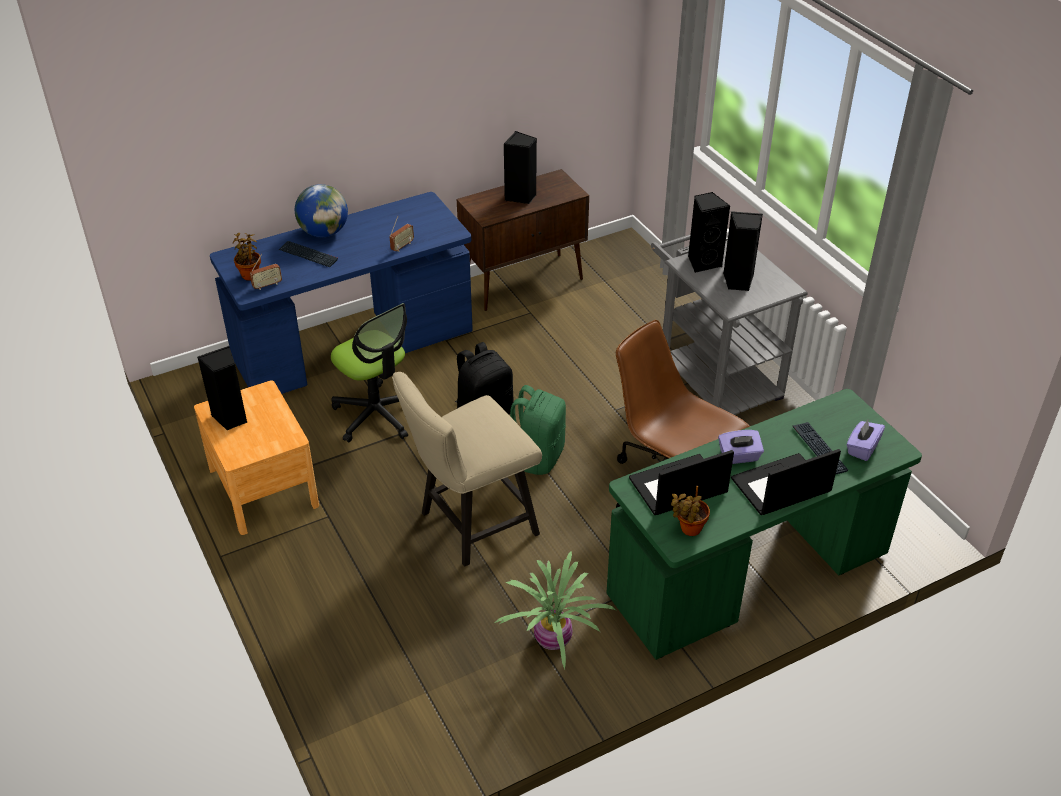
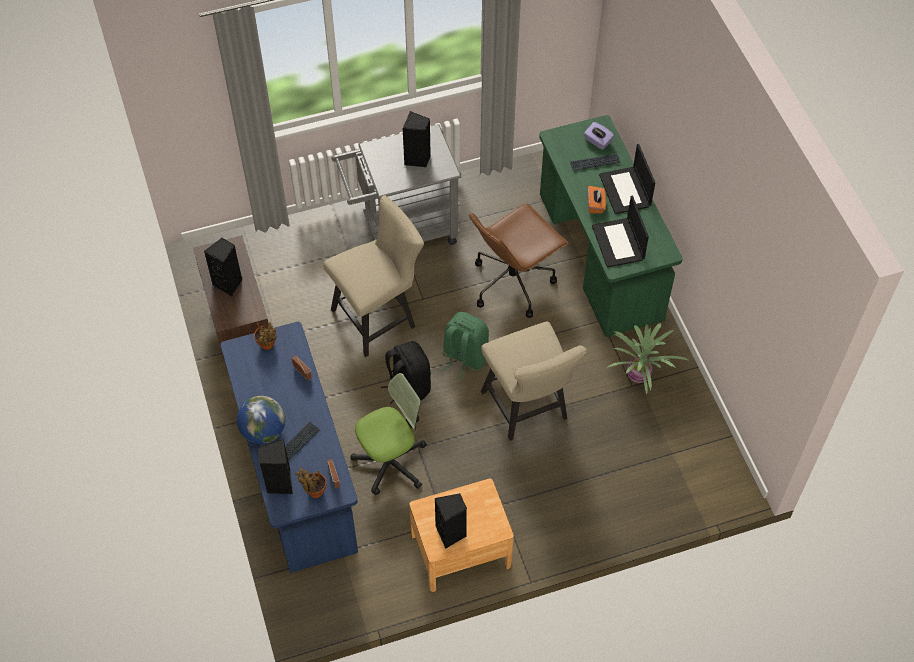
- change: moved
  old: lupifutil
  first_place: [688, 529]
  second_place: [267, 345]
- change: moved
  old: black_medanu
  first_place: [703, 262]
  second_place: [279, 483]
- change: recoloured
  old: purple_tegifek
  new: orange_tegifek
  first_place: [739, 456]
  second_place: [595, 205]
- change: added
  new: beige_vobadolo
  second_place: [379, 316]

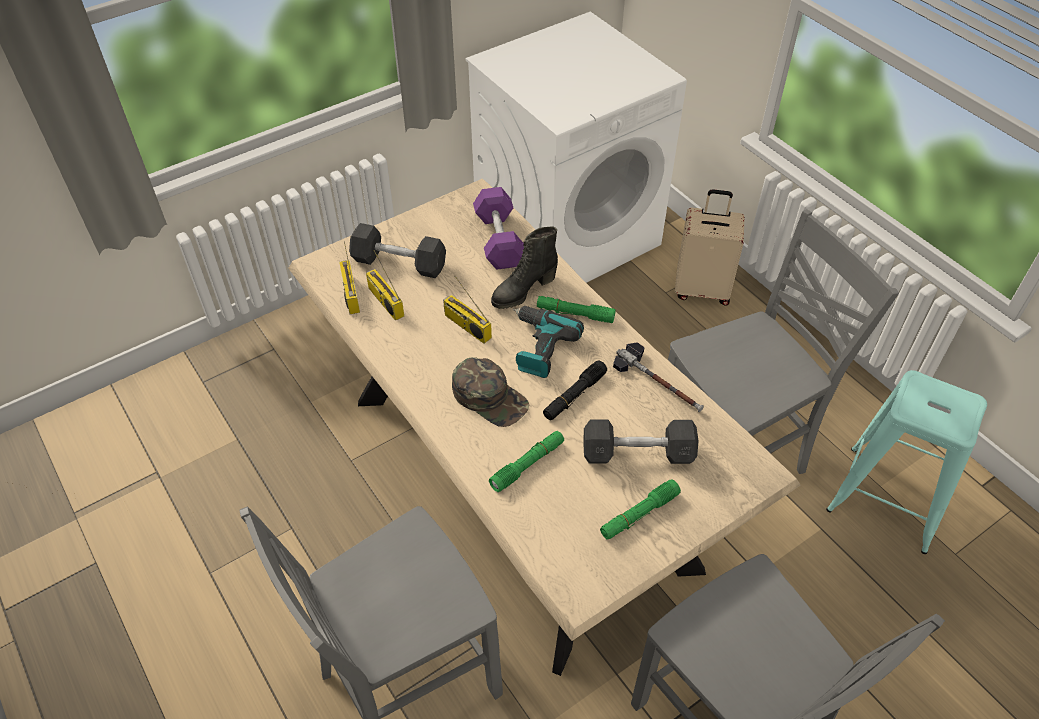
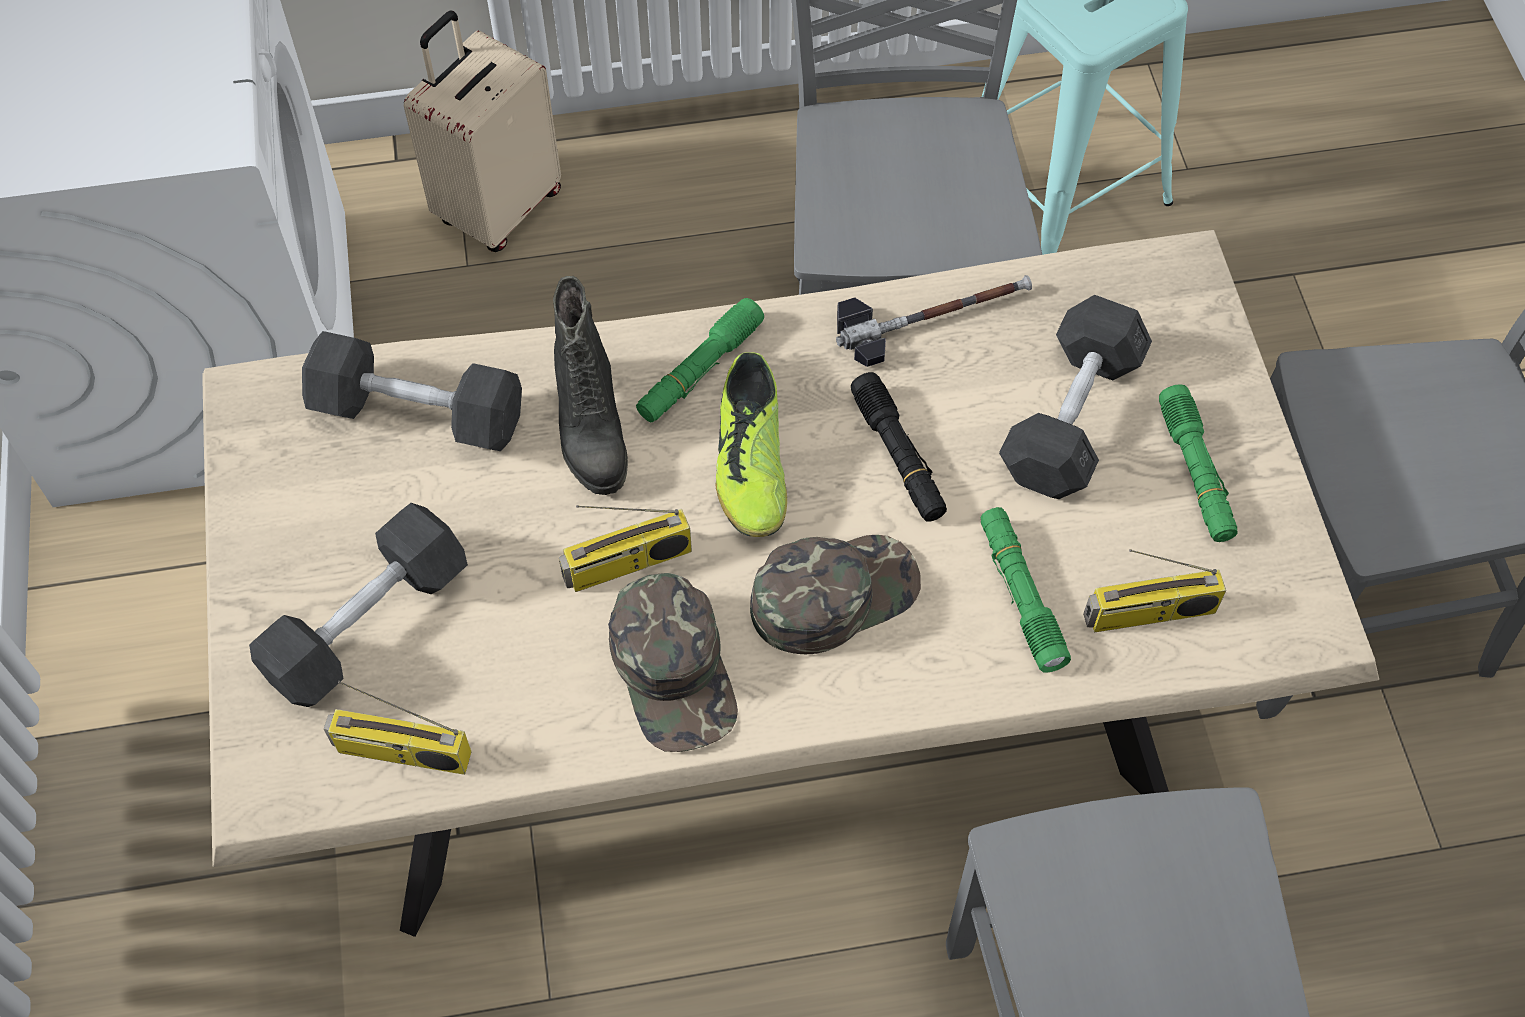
- change: moved
  old: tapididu
  first_place: [384, 301]
  second_place: [1148, 614]
- change: recoloured
  old: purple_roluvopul
  new: grey_roluvopul
  first_place: [499, 240]
  second_place: [418, 413]
- change: replaced
  old: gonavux
  new: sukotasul
  first_place: [538, 347]
  second_place: [750, 463]
- change: added
  new: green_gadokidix
  second_place: [675, 670]

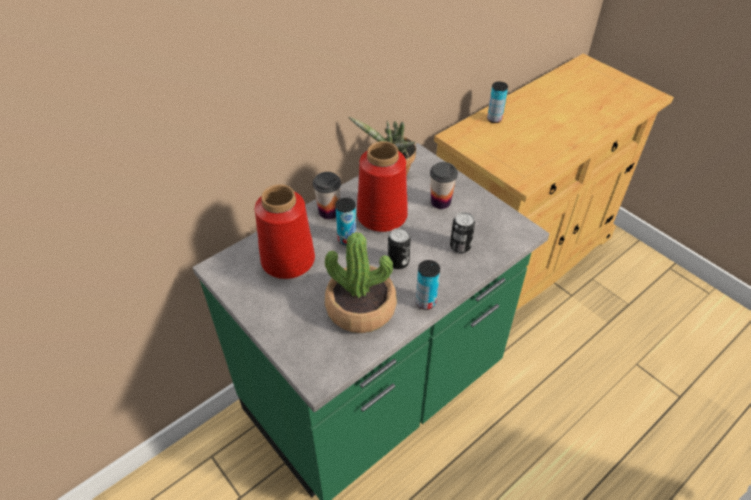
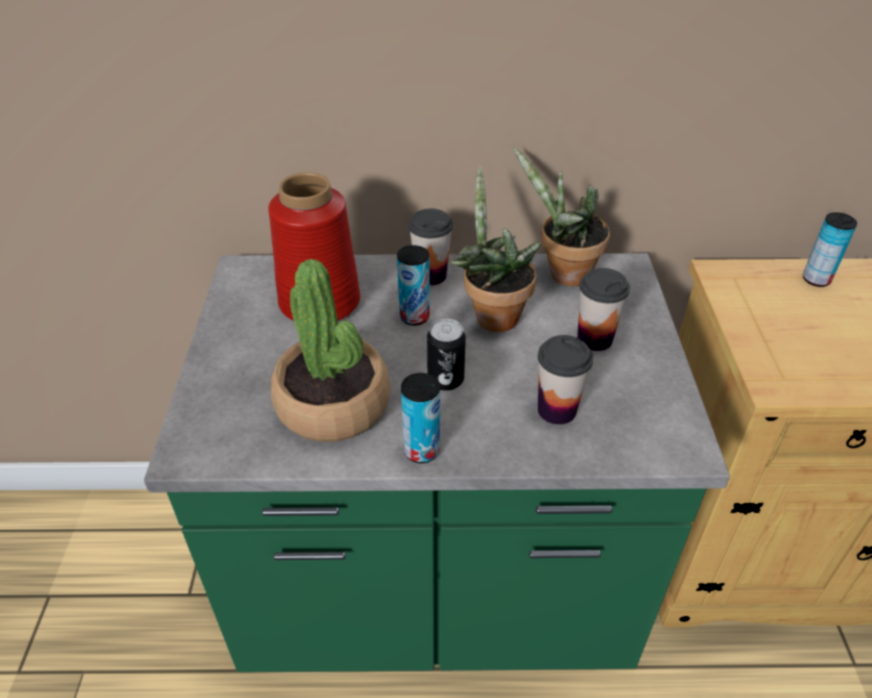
- change: replaced
  old: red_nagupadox
  new: lupifutil
  first_place: [382, 216]
  second_place: [492, 315]
- change: replaced
  old: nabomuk
  new: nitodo
  first_place: [460, 246]
  second_place: [556, 410]

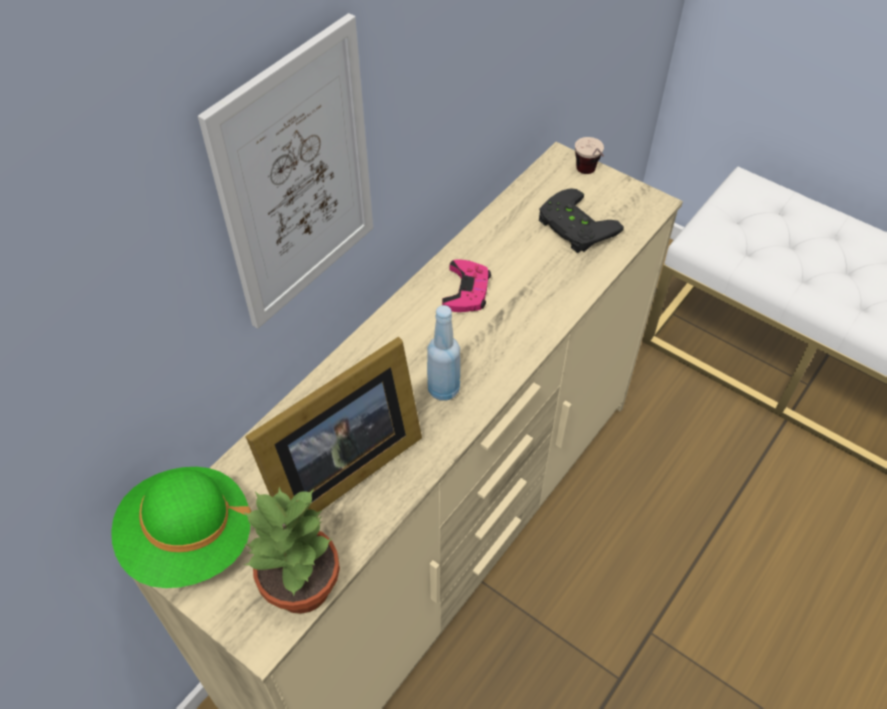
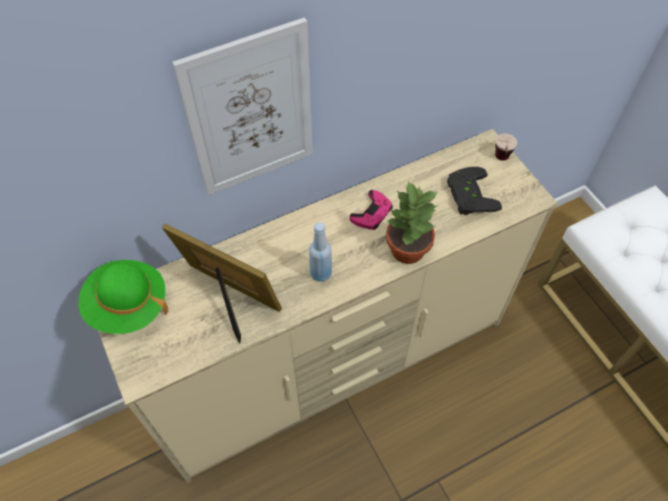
- change: moved
  old: lupifutil
  first_place: [303, 587]
  second_place: [407, 250]
- change: turned
  old: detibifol
  first_place: [337, 471]
  second_place: [230, 299]
  degrees: -135

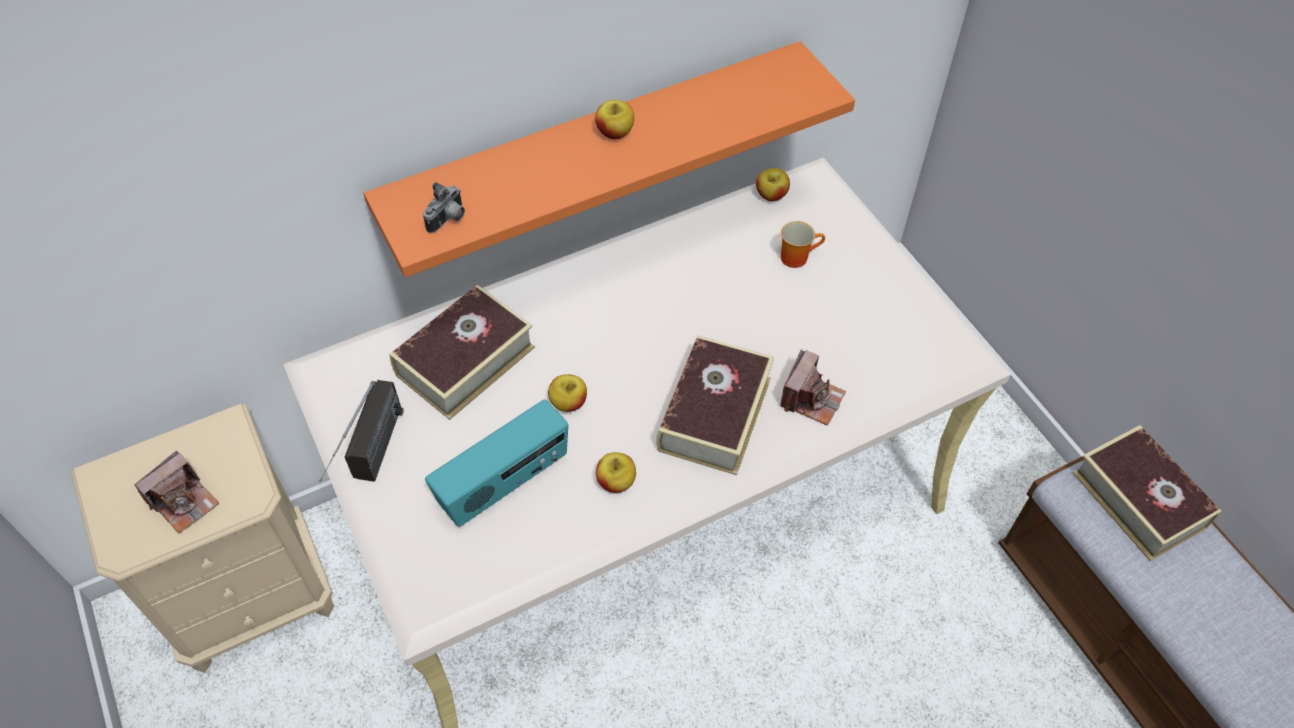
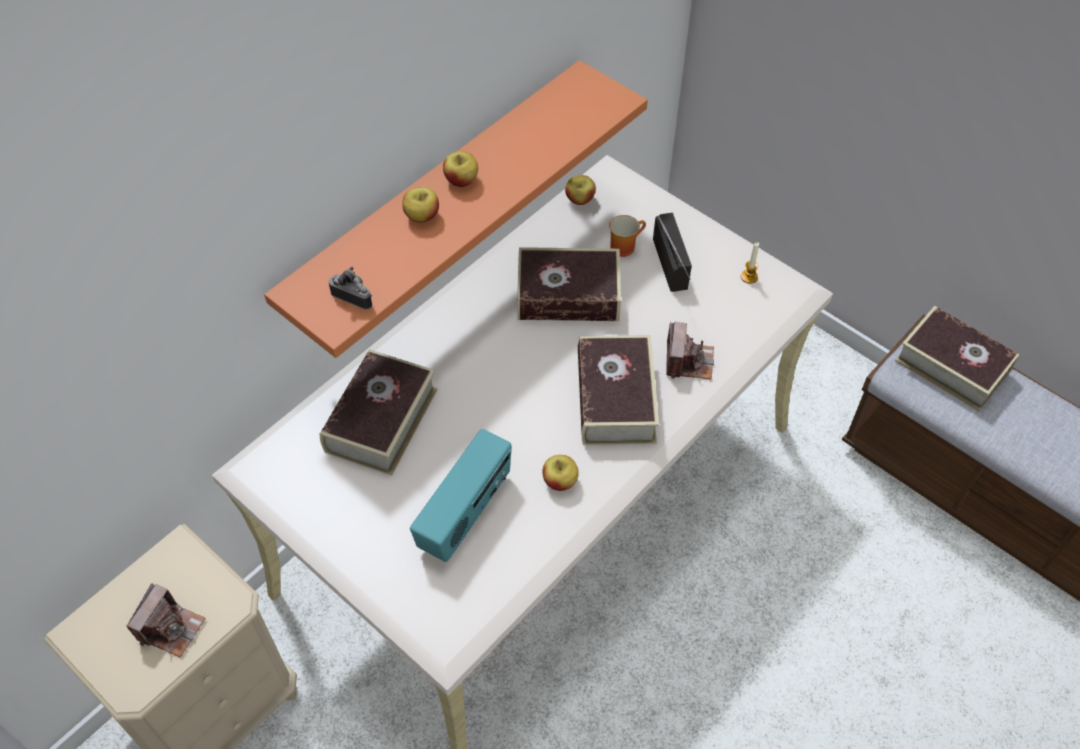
- change: moved
  old: tapididu
  first_place: [373, 463]
  second_place: [677, 278]
- change: turned
  old: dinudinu
  first_place: [448, 220]
  second_place: [354, 296]
  degrees: -75
- change: moved
  old: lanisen
  first_place: [568, 403]
  second_place: [422, 216]
- change: added
  new: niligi
  second_place: [568, 294]
- change: added
  new: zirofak
  second_place: [749, 277]

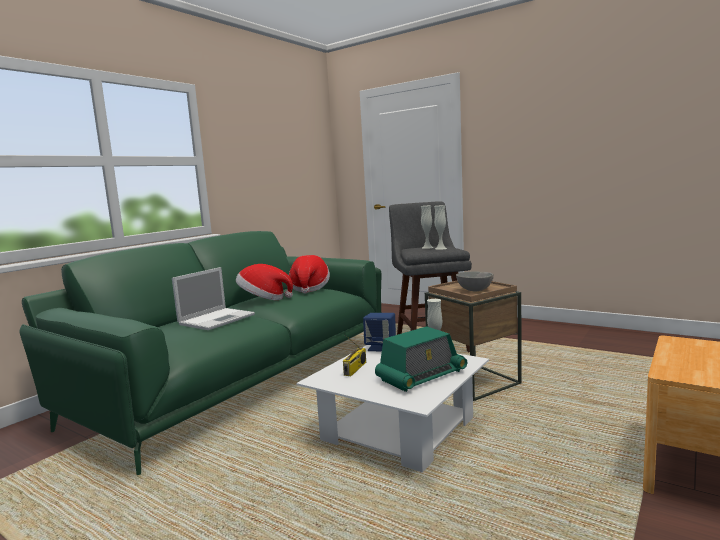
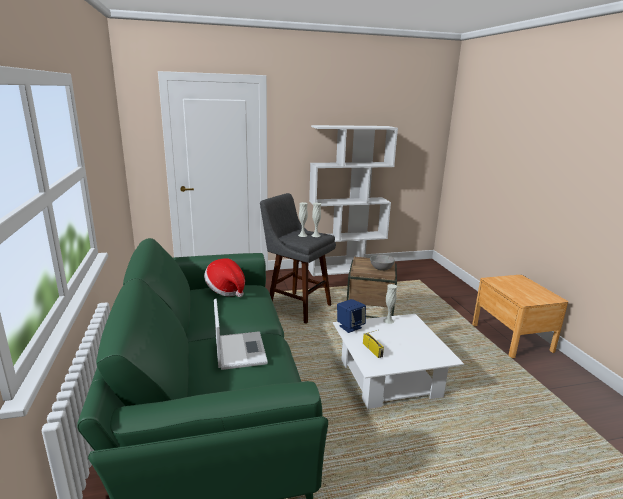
- change: removed
  old: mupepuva
  first_place: [263, 299]
- change: removed
  old: tapididu
  first_place: [421, 376]
- change: added
  new: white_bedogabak
  second_place: [346, 269]

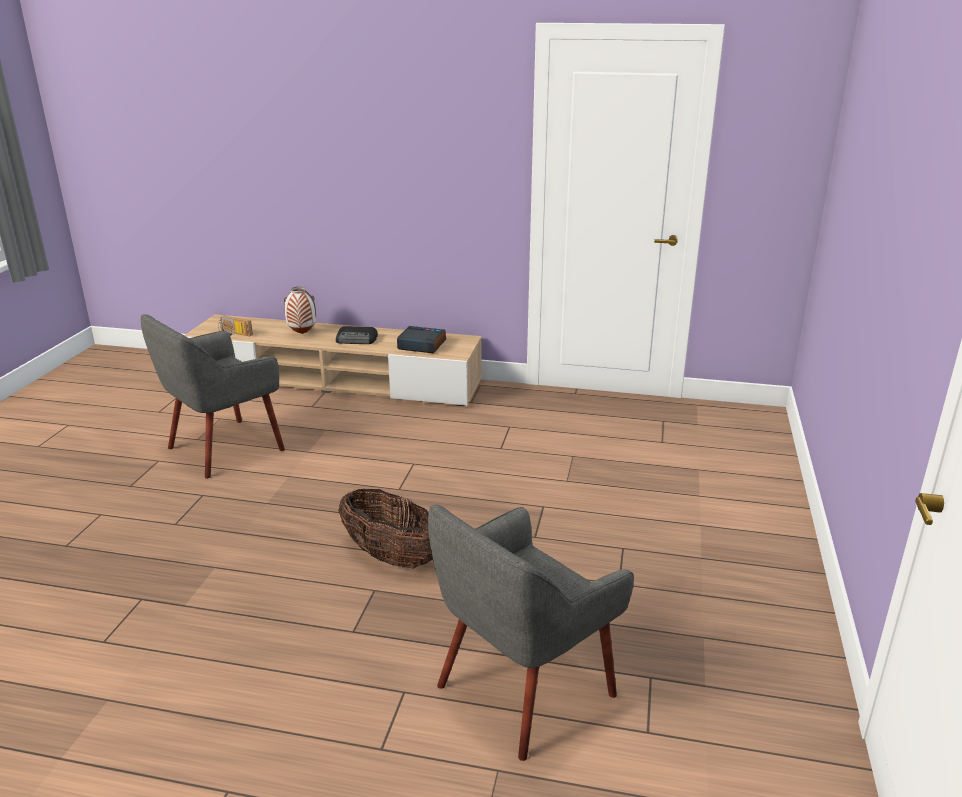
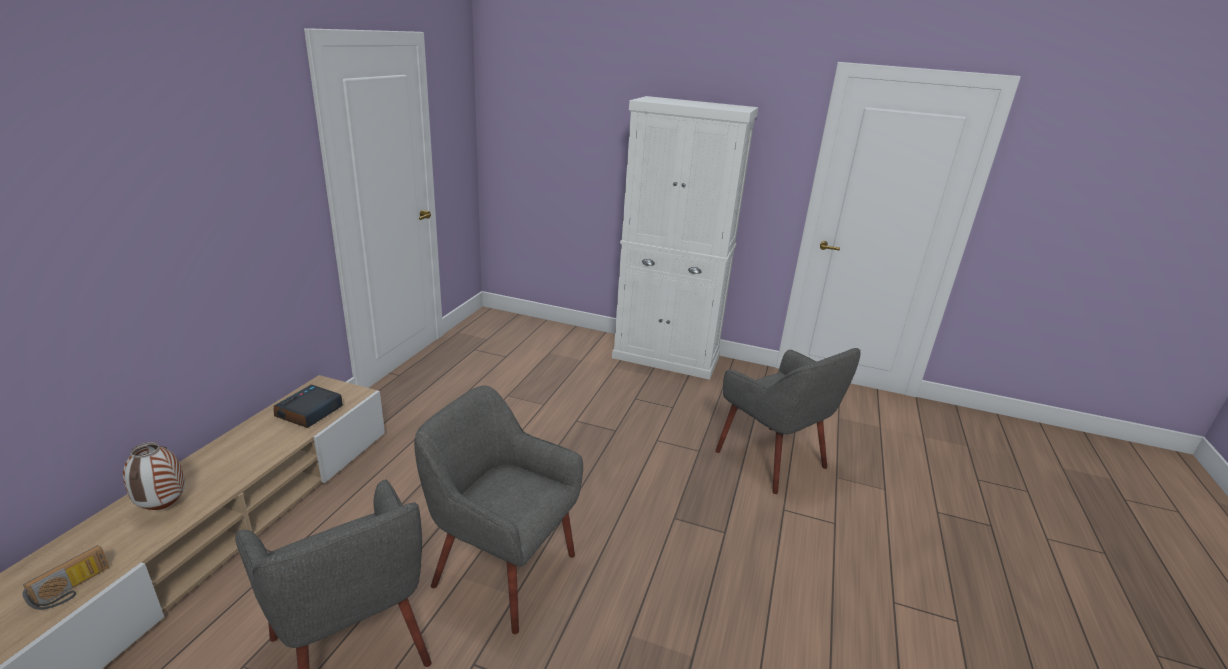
- change: removed
  old: tapididu
  first_place: [357, 339]
- change: removed
  old: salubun
  first_place: [391, 556]
- change: added
  new: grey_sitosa
  second_place: [502, 570]
- change: added
  new: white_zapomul
  second_place: [666, 358]

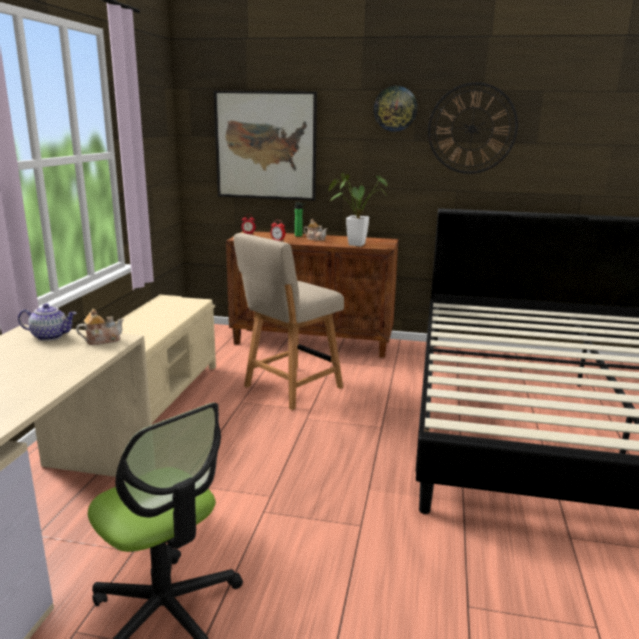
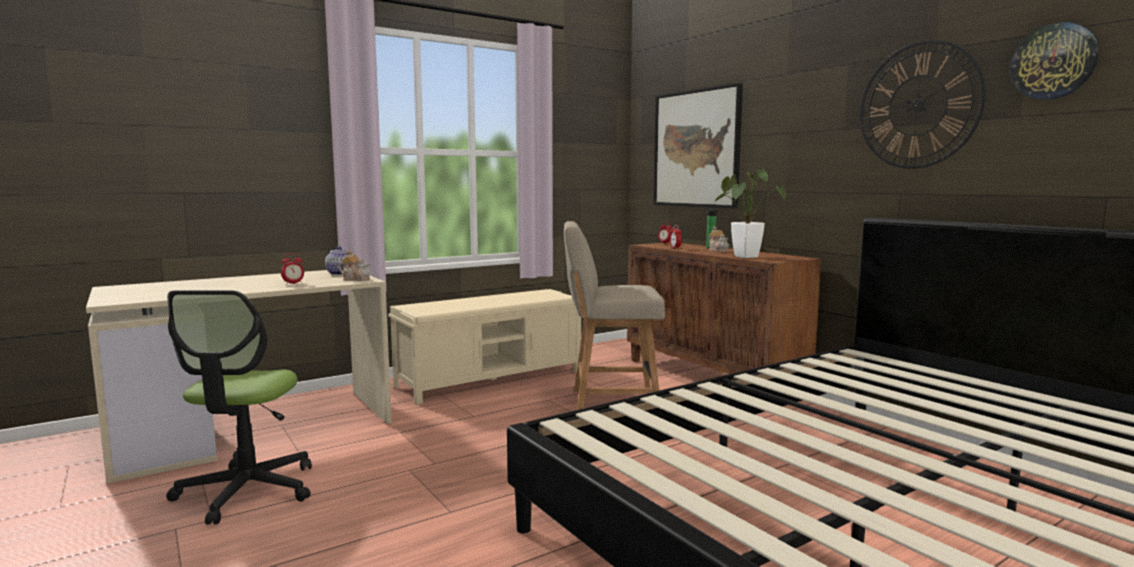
- change: moved
  old: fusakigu
  first_place: [395, 108]
  second_place: [1053, 61]
- change: added
  new: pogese
  second_place: [293, 284]

